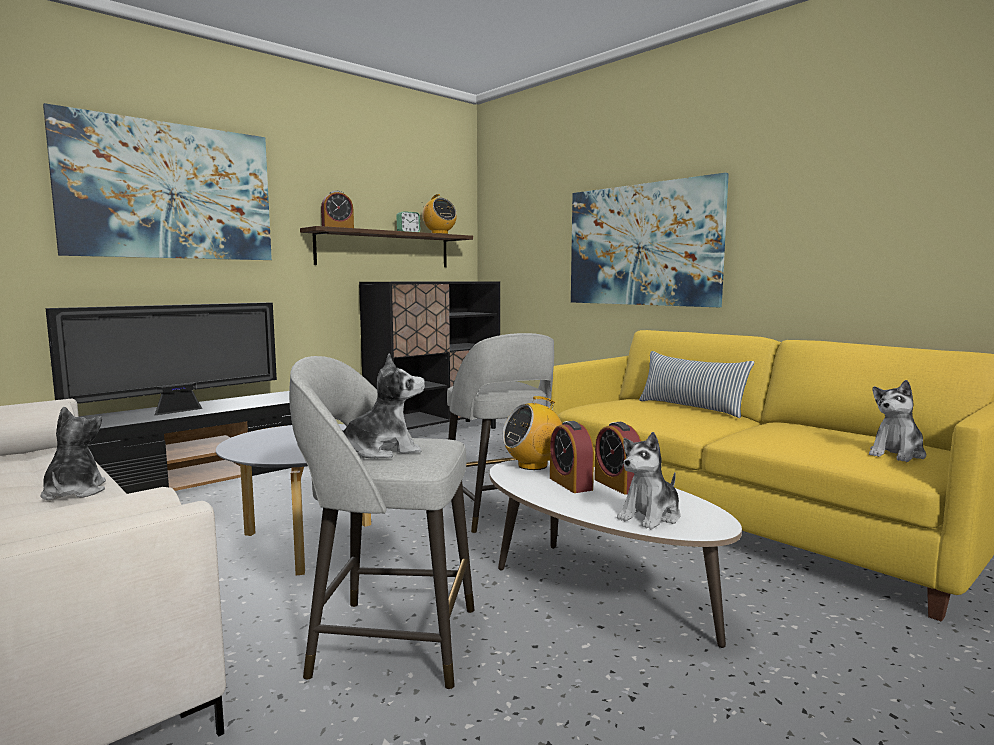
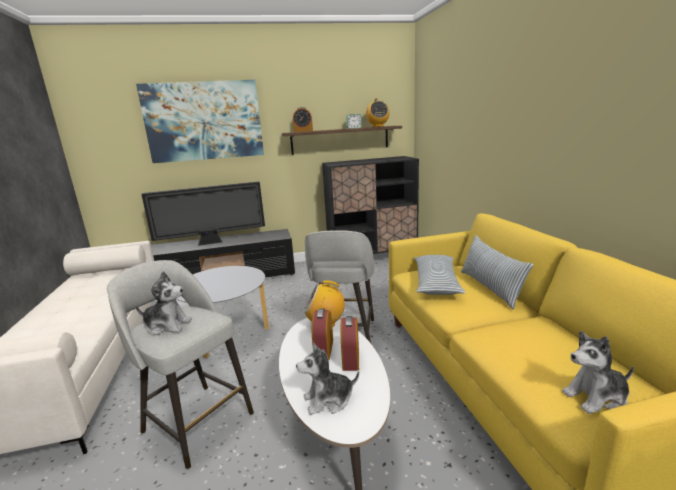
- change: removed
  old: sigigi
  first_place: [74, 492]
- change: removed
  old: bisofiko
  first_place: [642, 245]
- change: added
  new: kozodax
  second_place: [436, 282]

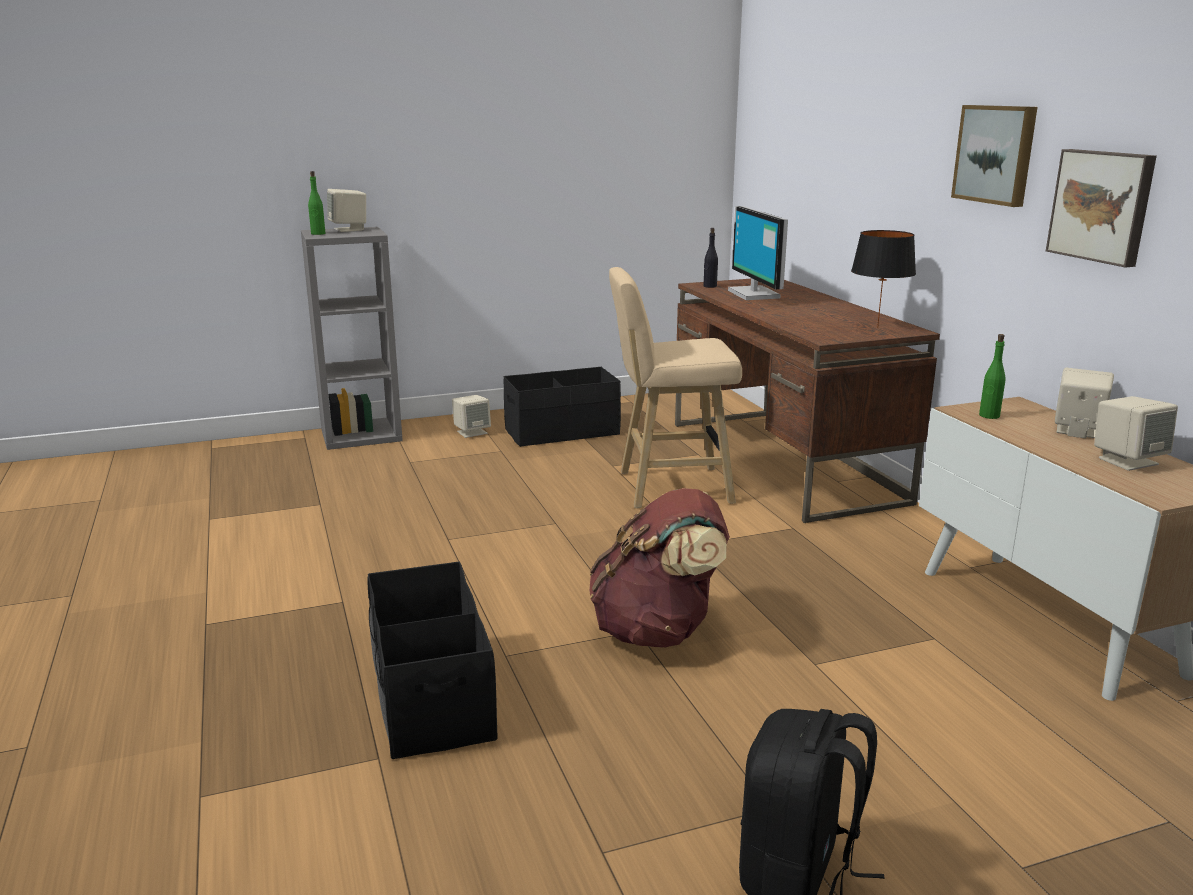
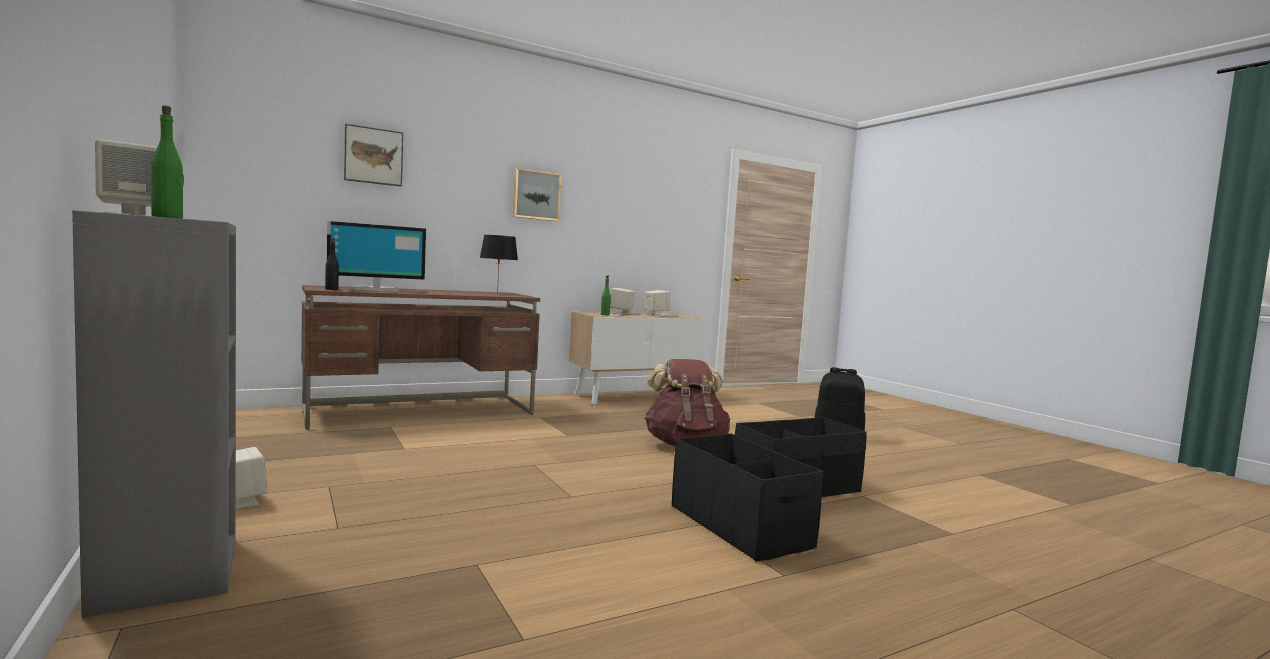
- change: moved
  old: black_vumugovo
  first_place: [562, 432]
  second_place: [740, 526]
- change: removed
  old: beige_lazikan
  first_place: [669, 488]
- change: moved
  old: bisofiko
  first_place: [1102, 206]
  second_place: [373, 156]

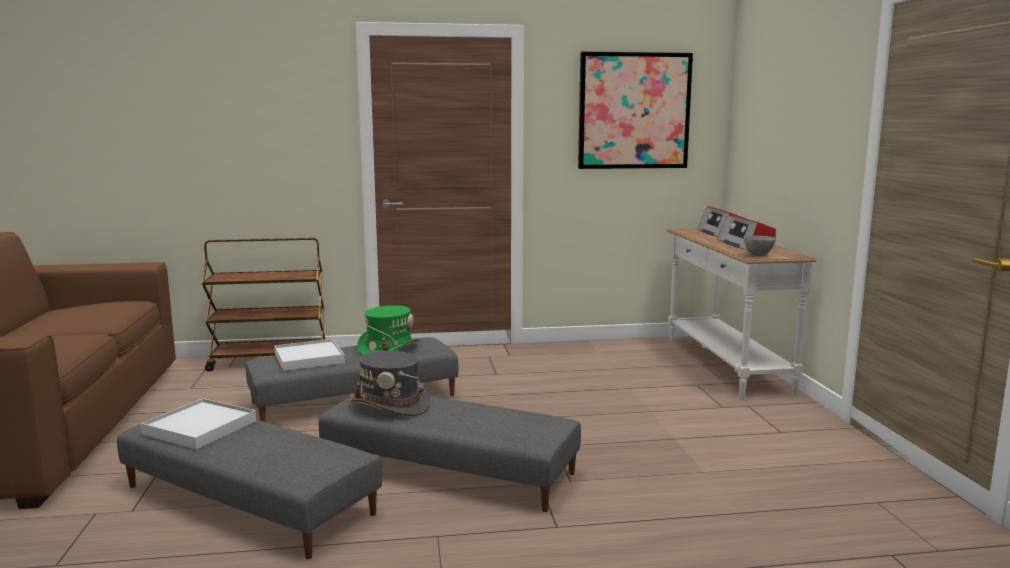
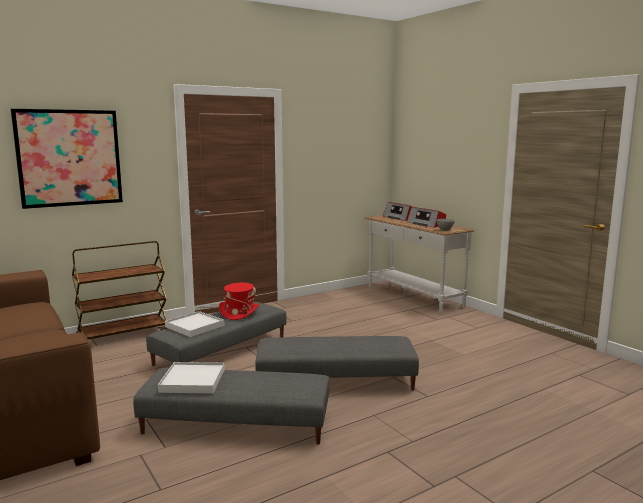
- change: removed
  old: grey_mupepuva
  first_place: [391, 405]
- change: recoloured
  old: green_mupepuva
  new: red_mupepuva
  first_place: [389, 348]
  second_place: [239, 312]
- change: moved
  old: bisofiko
  first_place: [634, 111]
  second_place: [69, 158]

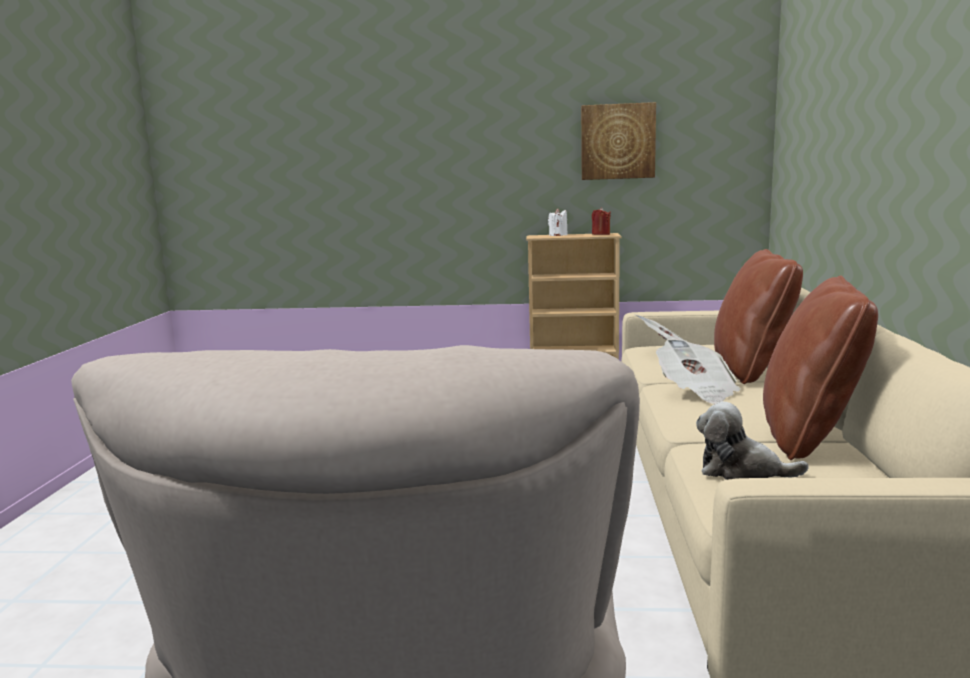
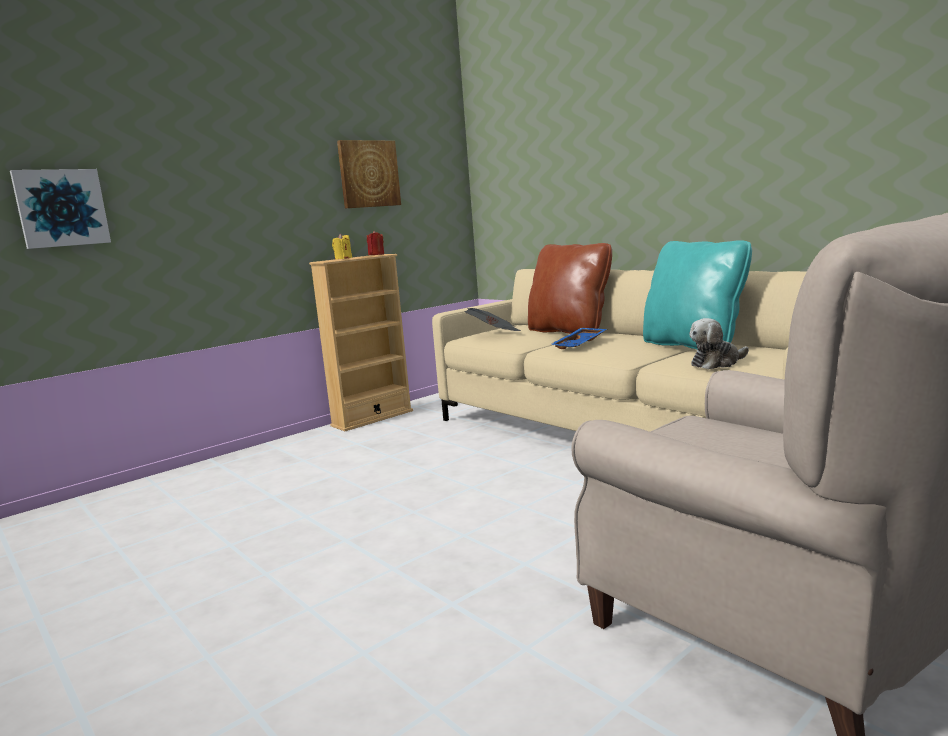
- change: recoloured
  old: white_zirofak
  new: yellow_zirofak
  first_place: [558, 235]
  second_place: [343, 258]
- change: replaced
  old: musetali
  new: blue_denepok
  first_place: [697, 392]
  second_place: [580, 345]
- change: recoloured
  old: brown_kozodax
  new: turquoise_kozodax
  first_place: [811, 437]
  second_place: [693, 345]
- change: added
  new: bisofiko
  second_place: [61, 208]

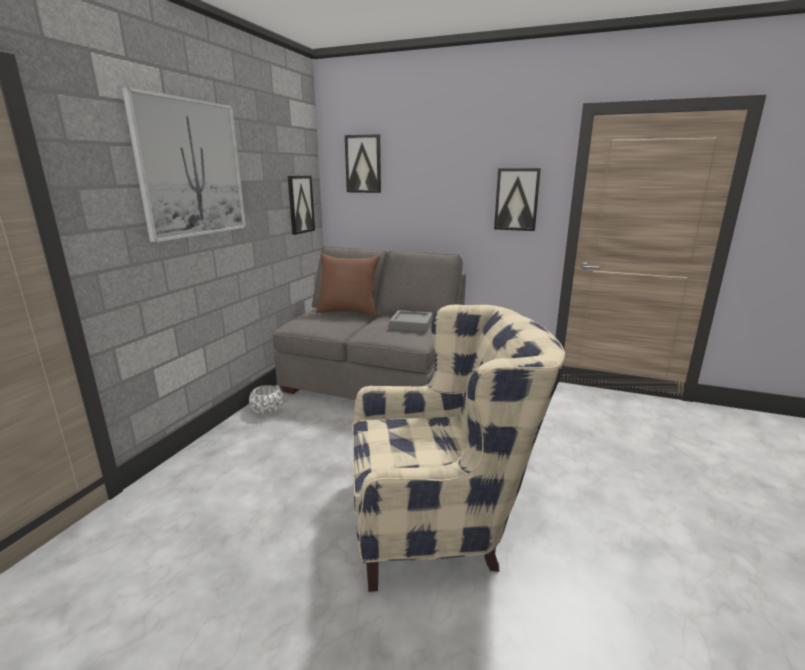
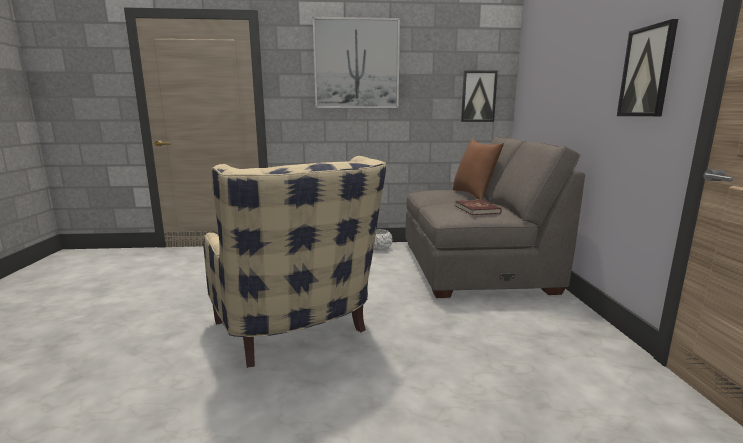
- change: removed
  old: bisofiko
  first_place: [363, 164]
- change: replaced
  old: grey_denepok
  new: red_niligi
  first_place: [411, 325]
  second_place: [477, 209]

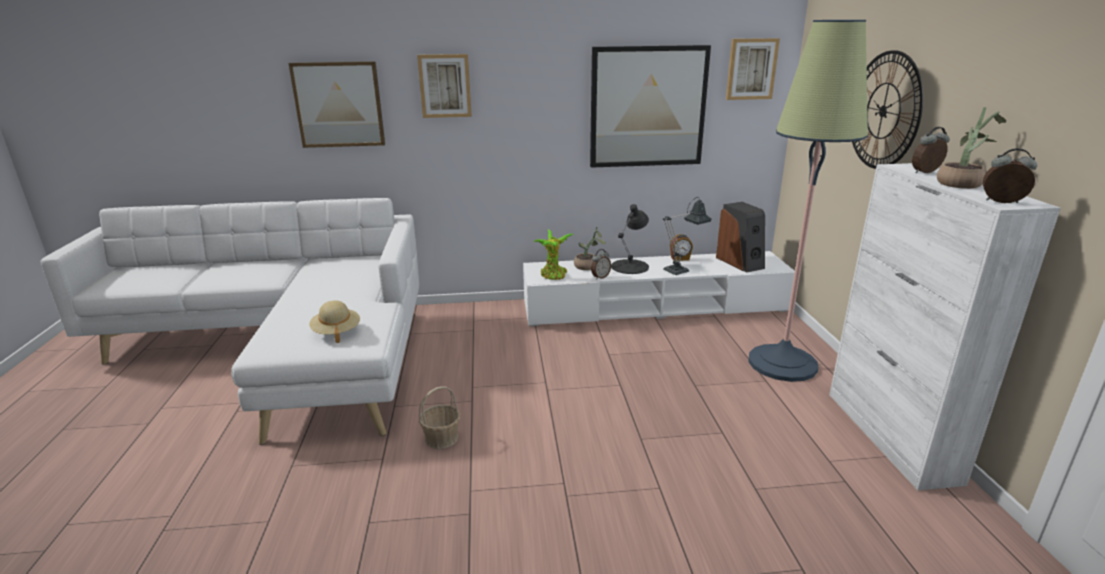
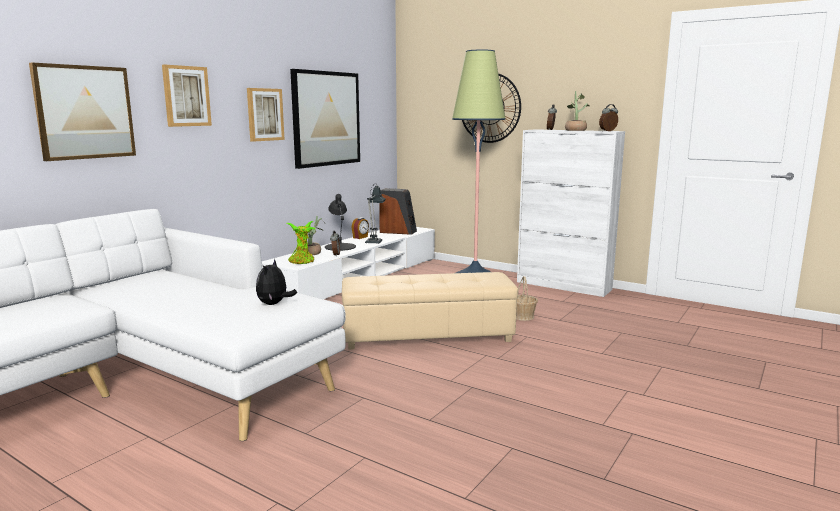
- change: replaced
  old: beige_mupepuva
  new: sigigi
  first_place: [336, 332]
  second_place: [274, 304]
- change: moved
  old: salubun
  first_place: [442, 438]
  second_place: [522, 316]
- change: moved
  old: bisofiko
  first_place: [751, 69]
  second_place: [264, 114]
- change: added
  new: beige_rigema
  second_place: [428, 335]

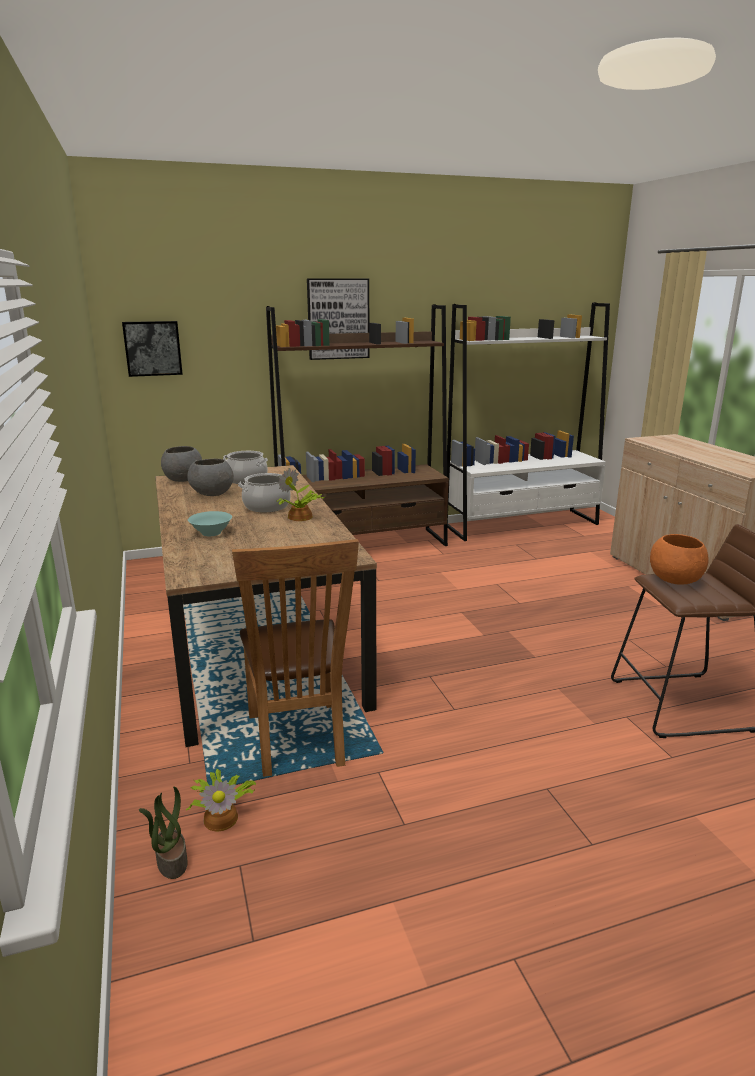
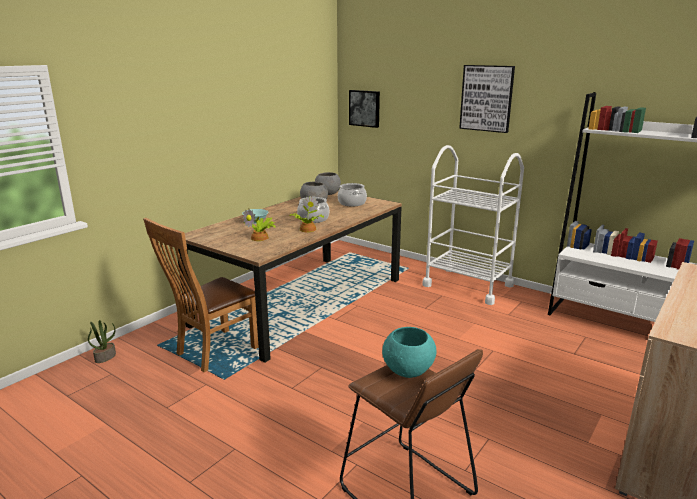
- change: moved
  old: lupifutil
  first_place: [222, 816]
  second_place: [261, 238]
- change: replaced
  old: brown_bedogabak
  new: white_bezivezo
  first_place: [364, 546]
  second_place: [468, 285]
- change: recoloured
  old: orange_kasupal
  new: turquoise_kasupal
  first_place: [674, 580]
  second_place: [408, 371]

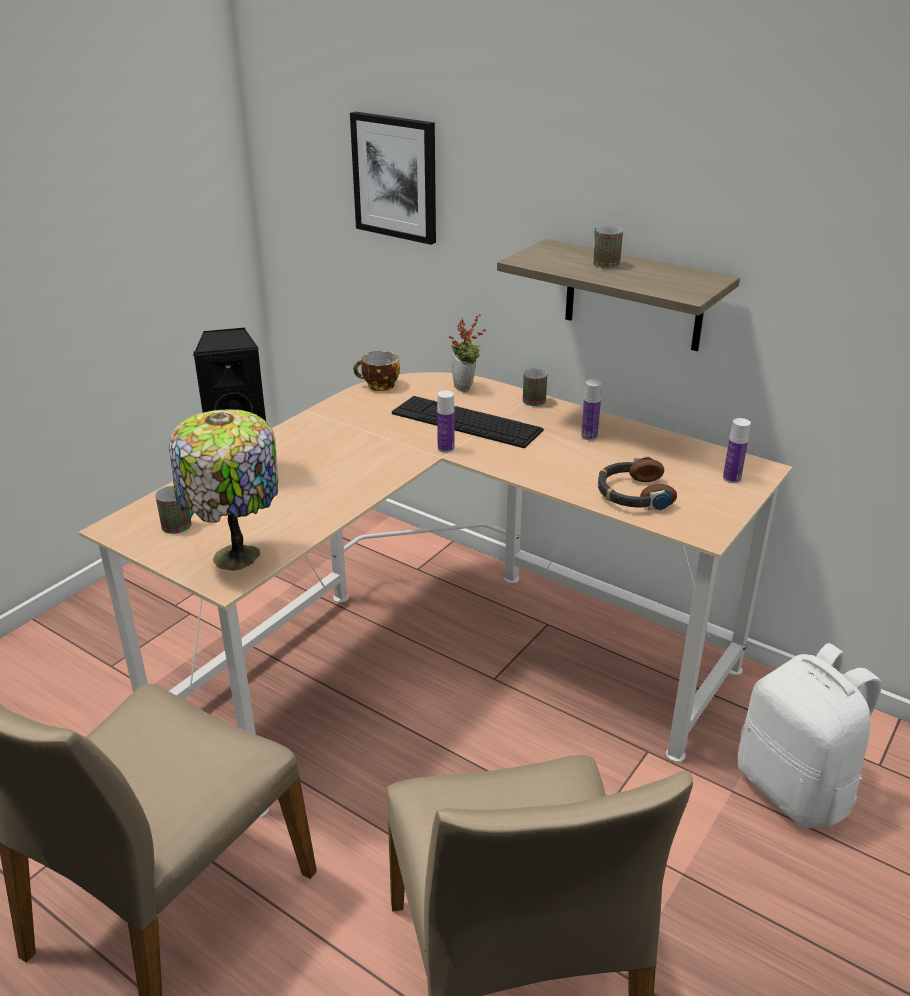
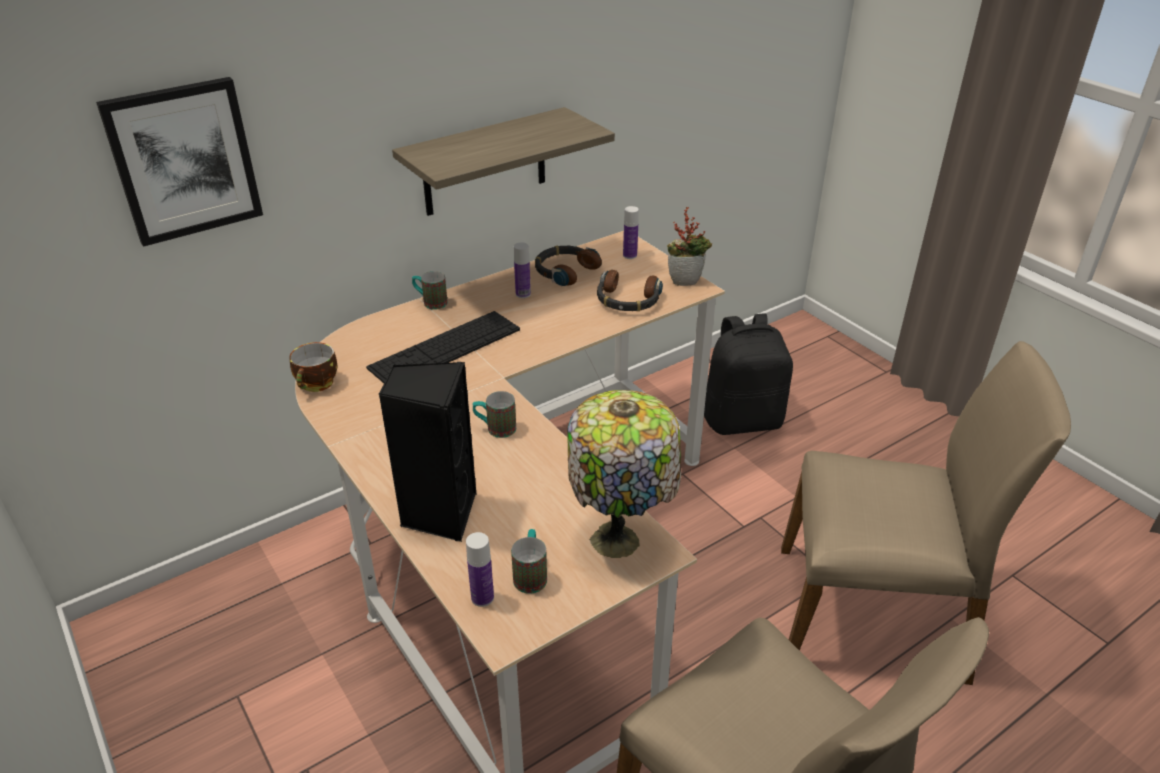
- change: moved
  old: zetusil
  first_place: [446, 448]
  second_place: [482, 598]
- change: moved
  old: lupifutil
  first_place: [466, 387]
  second_place: [686, 281]
- change: moved
  old: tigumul
  first_place: [603, 262]
  second_place: [495, 429]
- change: recoloured
  old: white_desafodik
  new: black_desafodik
  first_place: [796, 789]
  second_place: [742, 419]
- change: added
  new: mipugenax
  second_place: [565, 271]

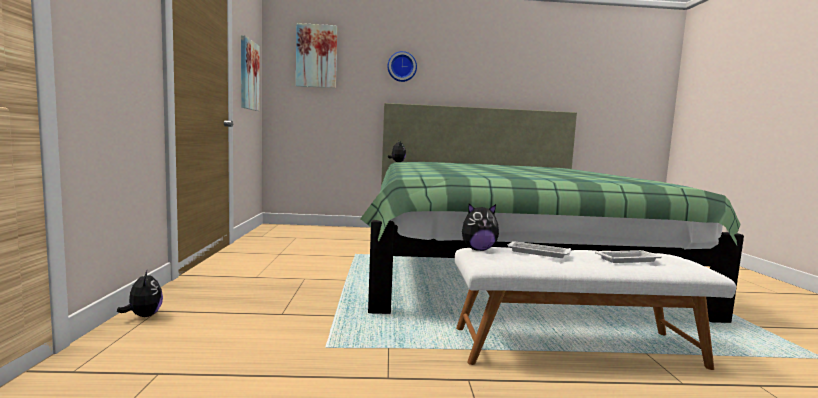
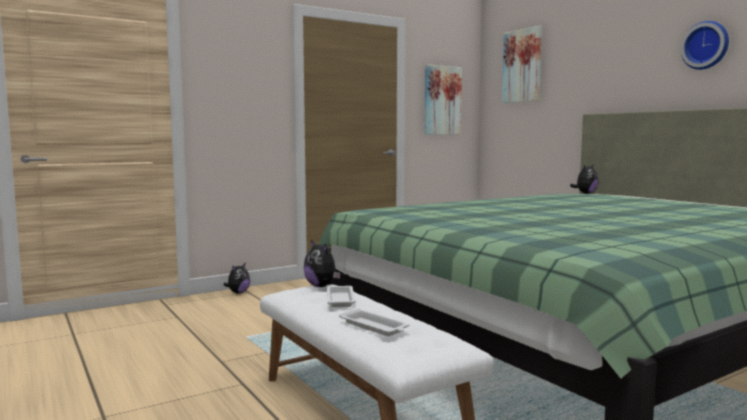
- change: moved
  old: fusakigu
  first_place: [402, 67]
  second_place: [706, 45]

